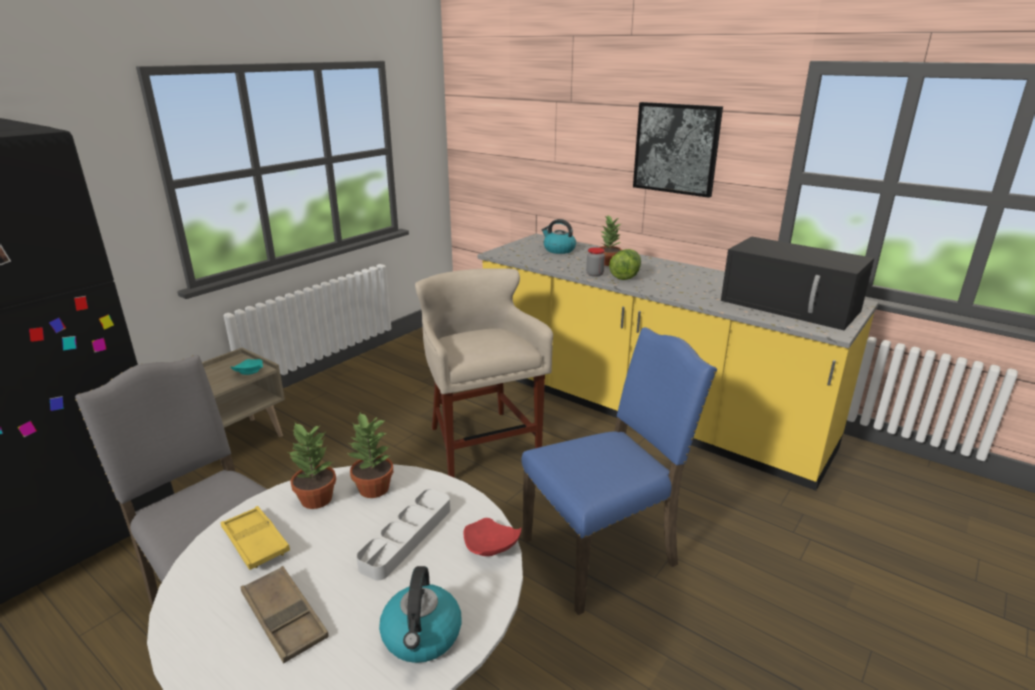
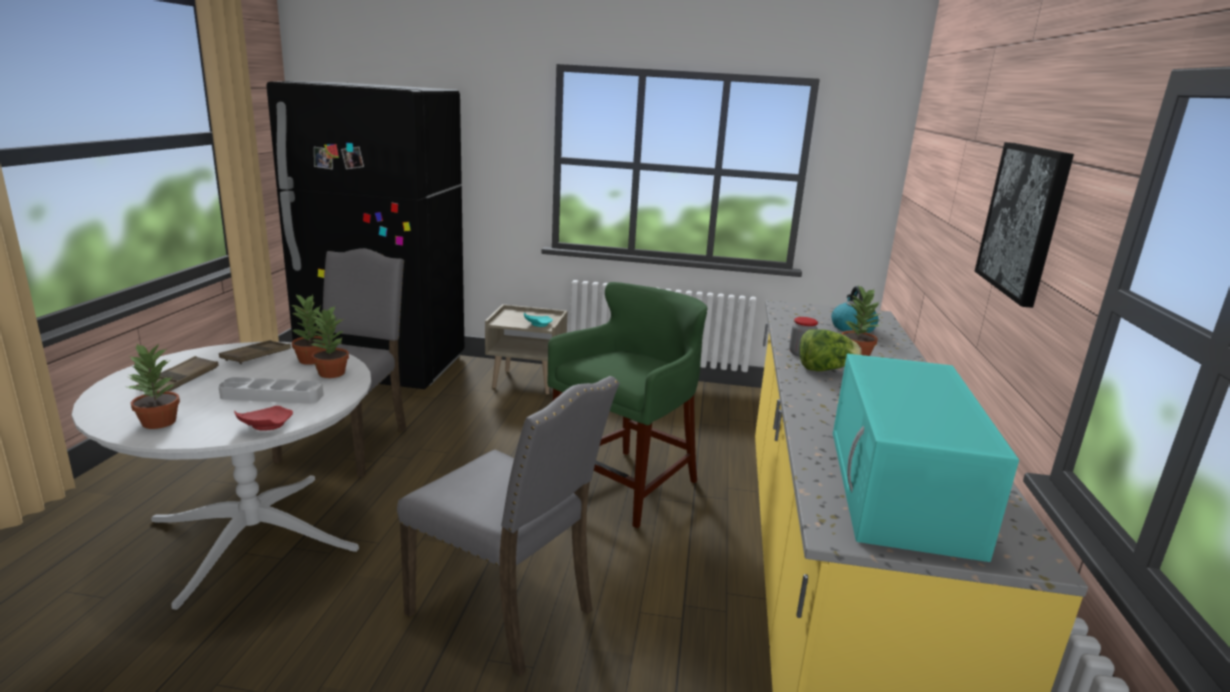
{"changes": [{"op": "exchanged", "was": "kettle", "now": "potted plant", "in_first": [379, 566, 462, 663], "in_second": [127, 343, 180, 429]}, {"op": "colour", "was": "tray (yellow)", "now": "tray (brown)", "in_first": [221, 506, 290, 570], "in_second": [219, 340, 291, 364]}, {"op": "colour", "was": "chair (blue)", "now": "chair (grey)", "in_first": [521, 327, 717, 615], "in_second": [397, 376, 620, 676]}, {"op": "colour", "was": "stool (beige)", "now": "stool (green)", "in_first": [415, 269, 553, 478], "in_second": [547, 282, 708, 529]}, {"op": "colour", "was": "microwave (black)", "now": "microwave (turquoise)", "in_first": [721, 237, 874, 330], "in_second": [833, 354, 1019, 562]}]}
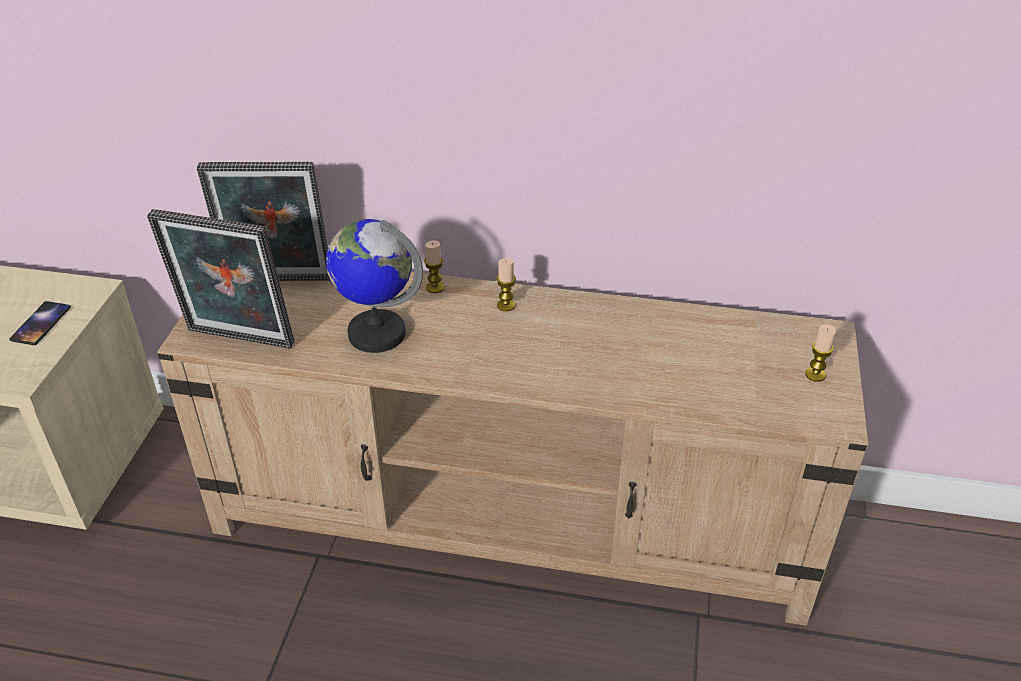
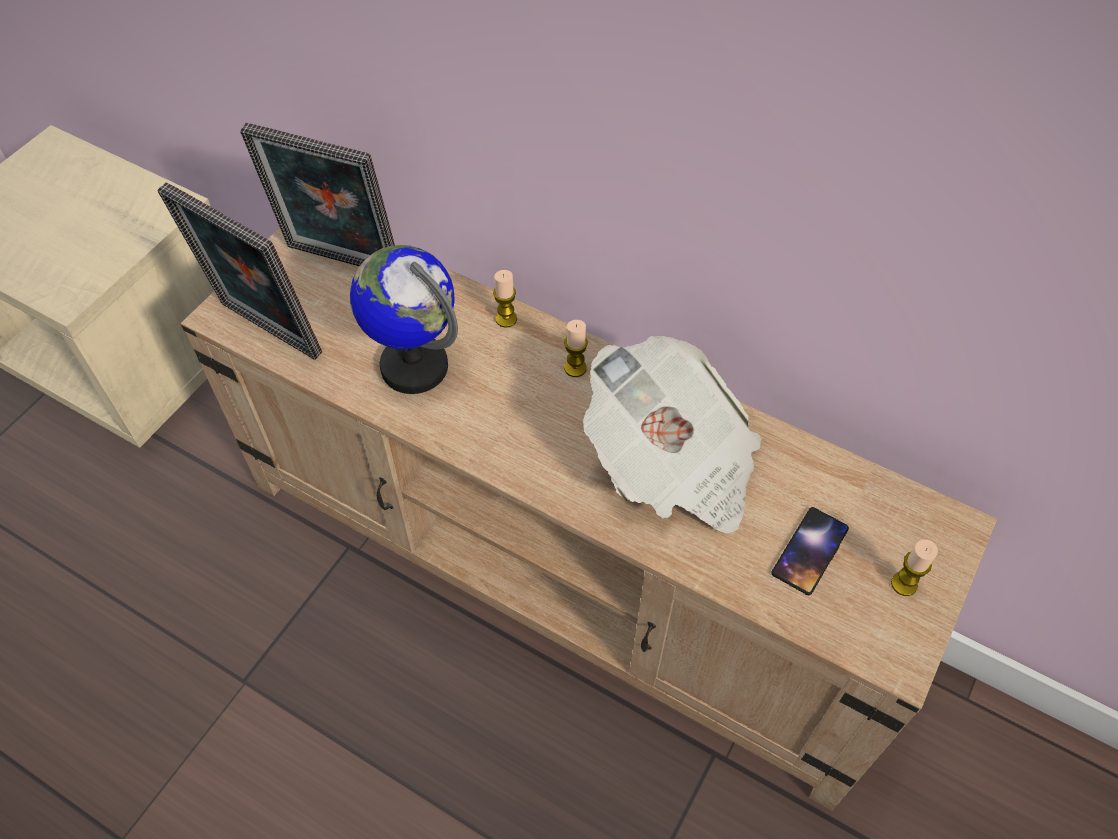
{"changes": [{"op": "appeared", "now": "newspaper", "in_second": [583, 336, 762, 533]}, {"op": "relocated", "was": "phone", "in_first": [9, 301, 71, 345], "in_second": [771, 507, 849, 595]}]}
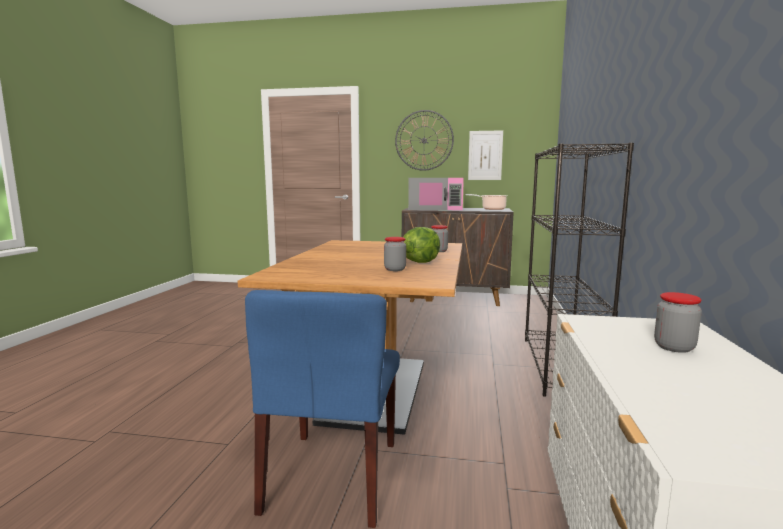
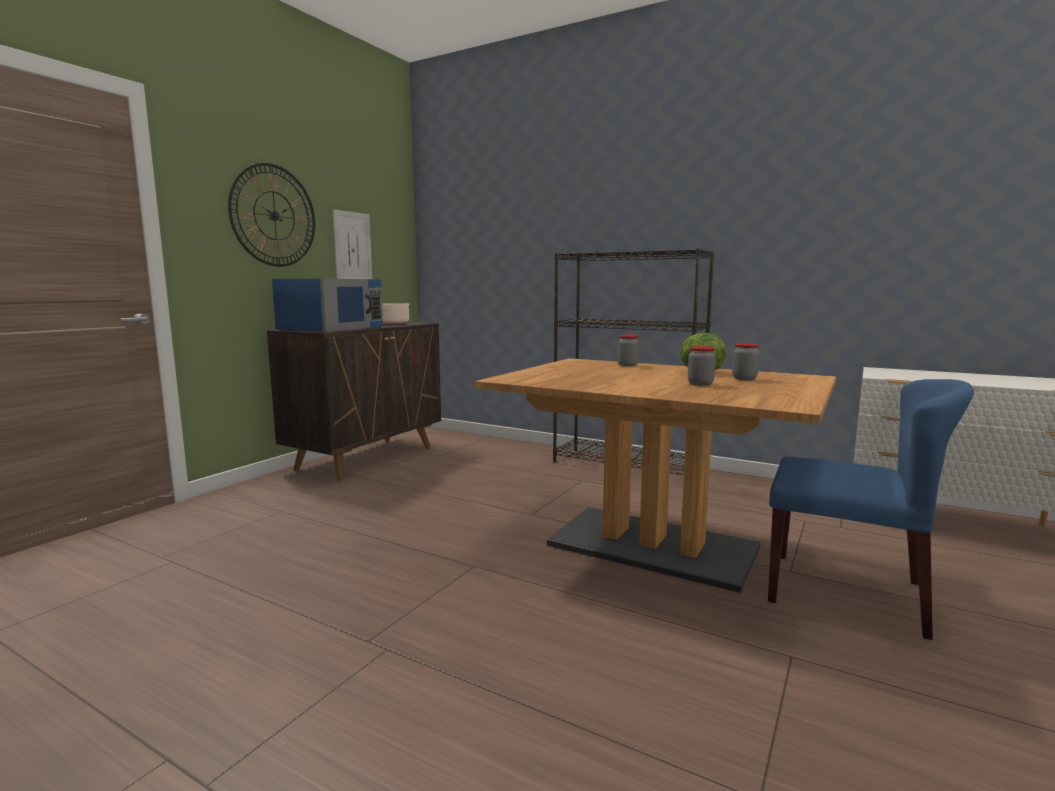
{"changes": [{"op": "colour", "was": "microwave (pink)", "now": "microwave (blue)", "in_first": [408, 178, 464, 210], "in_second": [272, 279, 383, 332]}, {"op": "relocated", "was": "jar", "in_first": [654, 292, 702, 353], "in_second": [688, 346, 716, 386]}]}
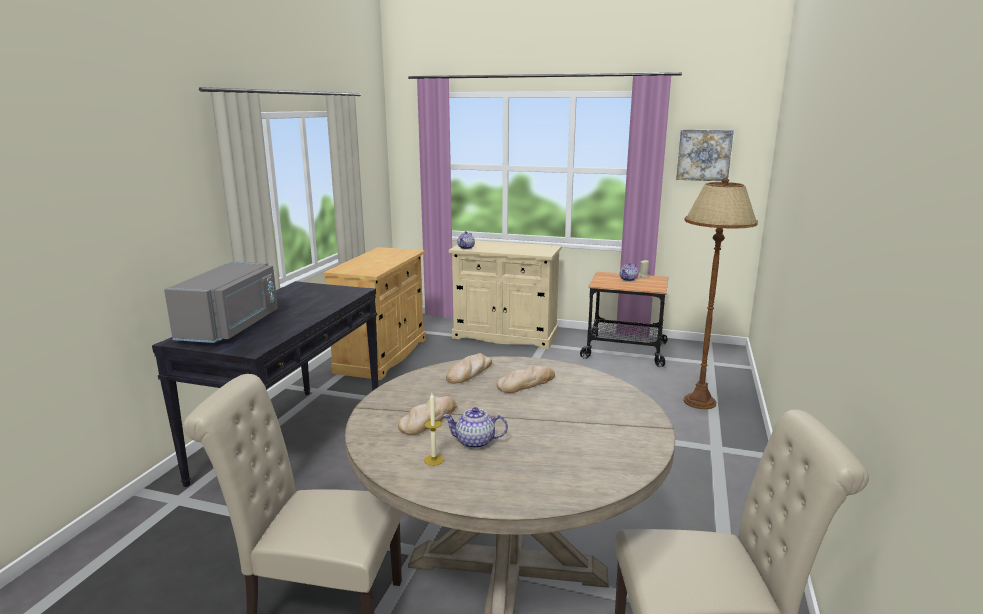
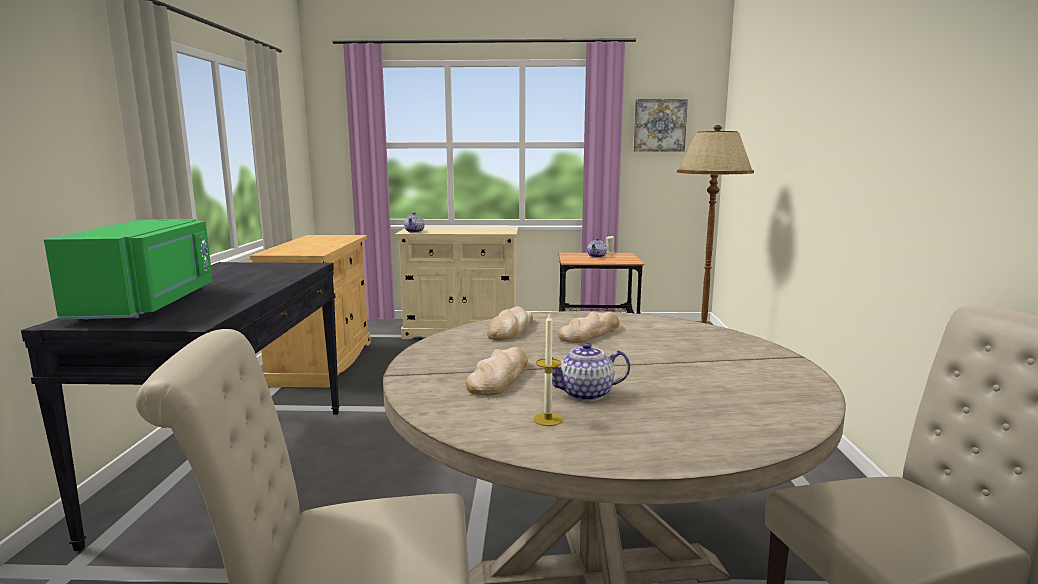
{"changes": [{"op": "colour", "was": "microwave (grey)", "now": "microwave (green)", "in_first": [164, 261, 278, 343], "in_second": [44, 219, 213, 320]}]}
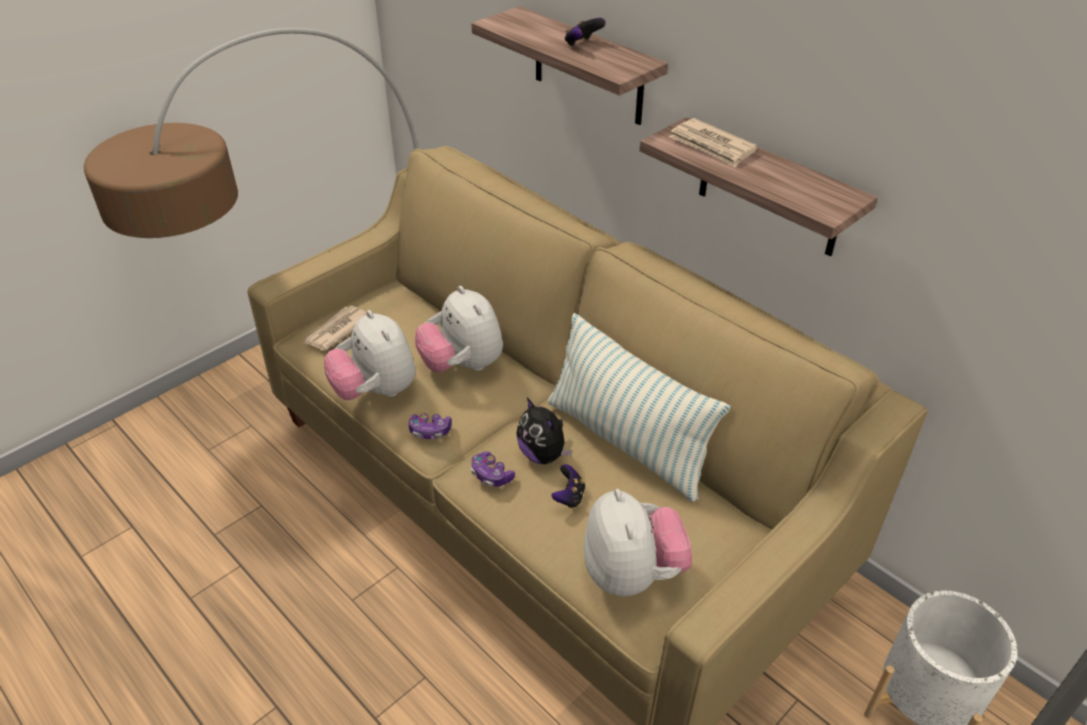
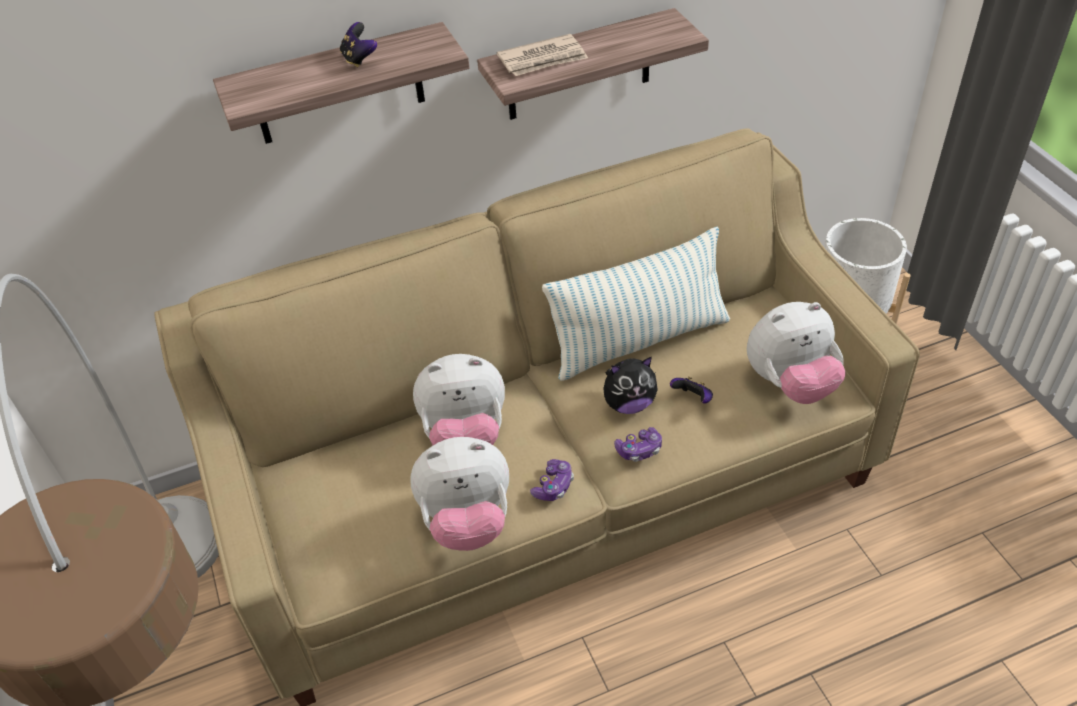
{"changes": [{"op": "spun", "was": "plush toy", "in_first": [584, 489, 692, 596], "in_second": [747, 302, 845, 404], "clockwise": 150}, {"op": "missing", "was": "newspaper", "in_first": [303, 306, 367, 351]}]}
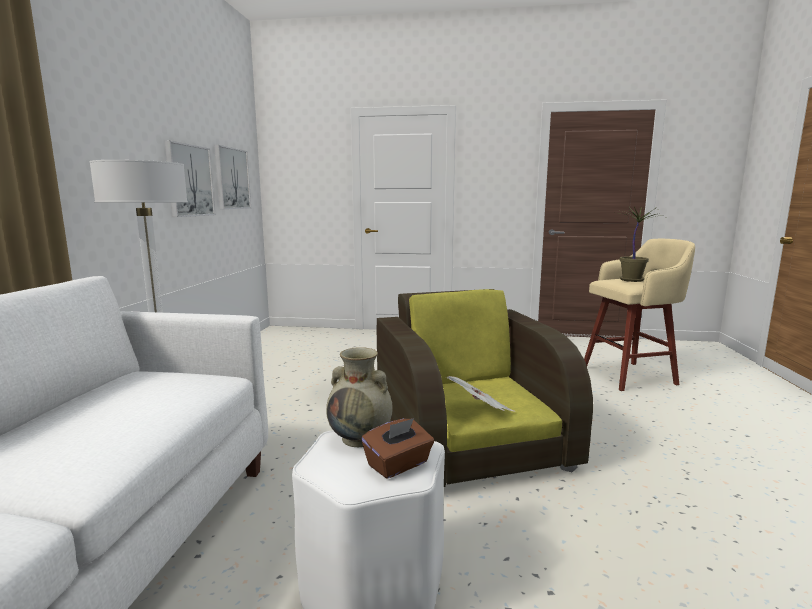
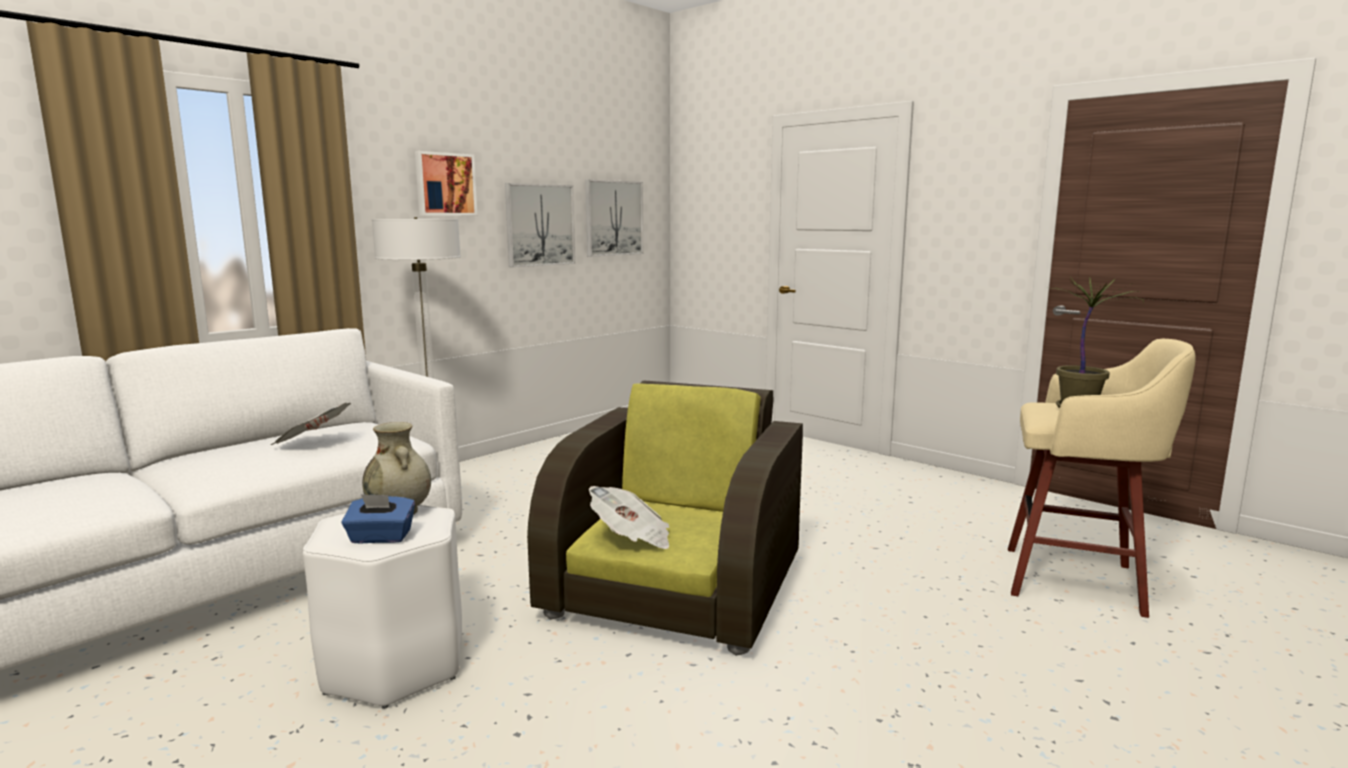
{"changes": [{"op": "appeared", "now": "newspaper", "in_second": [271, 402, 351, 445]}, {"op": "colour", "was": "tissue box (brown)", "now": "tissue box (blue)", "in_first": [361, 418, 434, 479], "in_second": [342, 494, 415, 543]}, {"op": "appeared", "now": "picture", "in_second": [415, 151, 477, 216]}]}
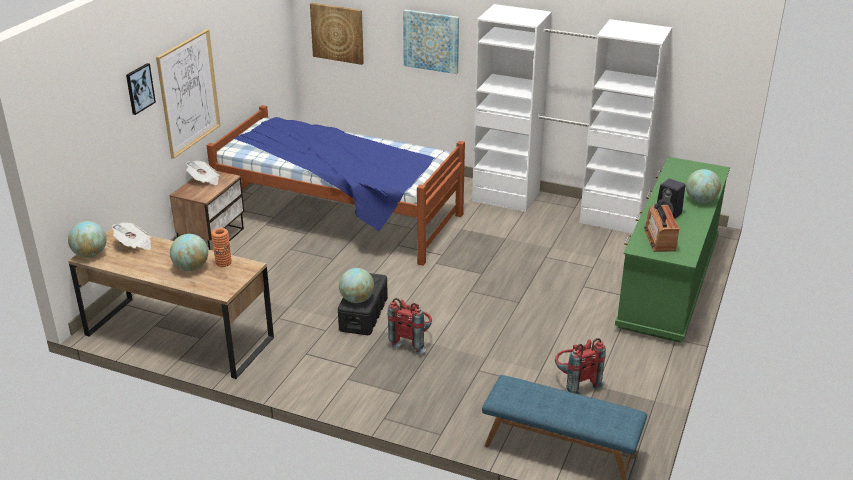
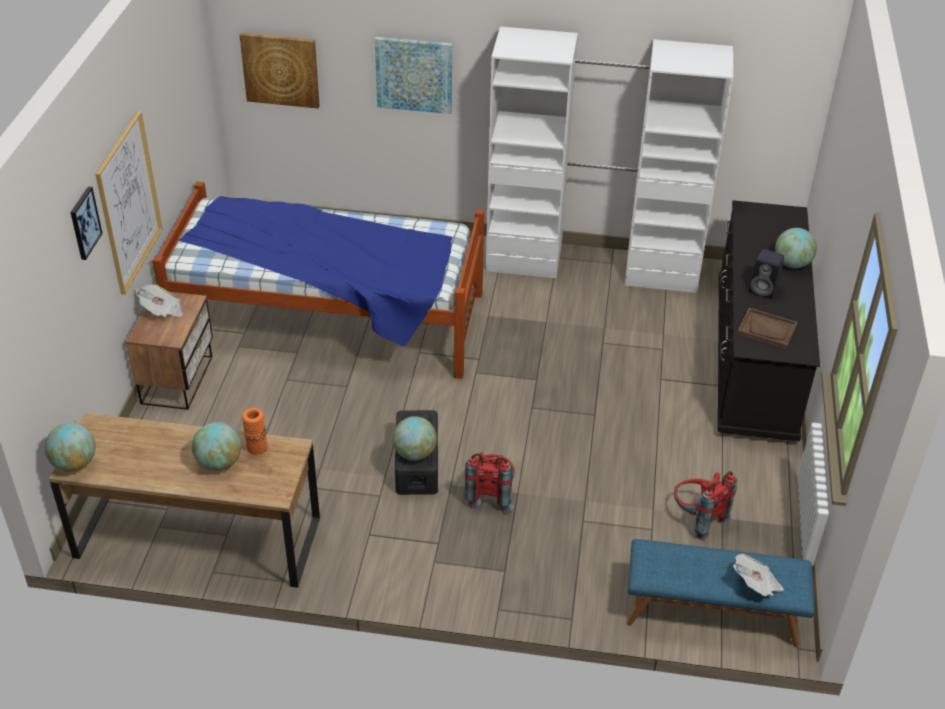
{"changes": [{"op": "colour", "was": "dresser (green)", "now": "dresser (black)", "in_first": [615, 157, 730, 343], "in_second": [718, 200, 820, 441]}, {"op": "relocated", "was": "newspaper", "in_first": [112, 222, 151, 250], "in_second": [733, 554, 784, 597]}, {"op": "exchanged", "was": "radio", "now": "tray (brown)", "in_first": [644, 201, 679, 252], "in_second": [737, 308, 798, 349]}]}
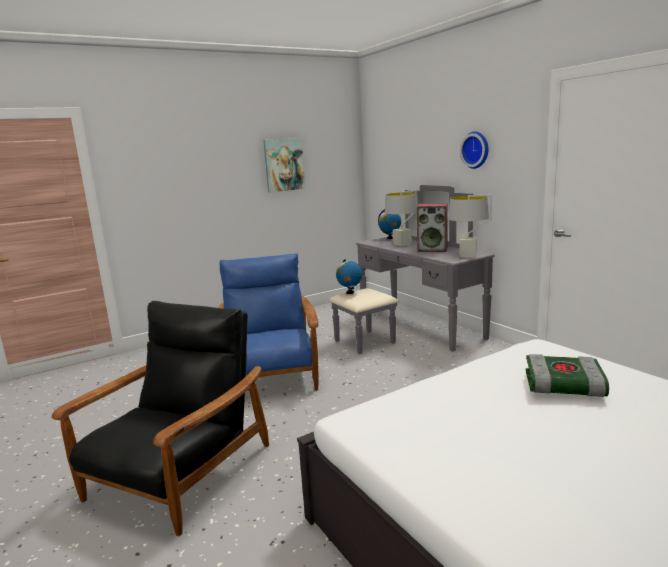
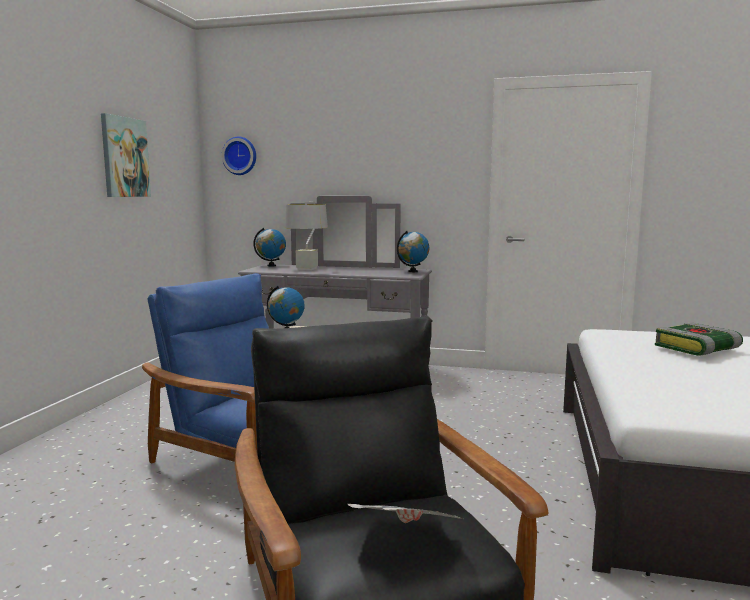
{"changes": [{"op": "relocated", "was": "wall clock", "in_first": [460, 131, 488, 169], "in_second": [222, 136, 256, 175]}, {"op": "appeared", "now": "newspaper", "in_second": [348, 504, 463, 523]}, {"op": "exchanged", "was": "table lamp (grey)", "now": "globe", "in_first": [448, 194, 492, 257], "in_second": [397, 231, 429, 272]}, {"op": "missing", "was": "speaker", "in_first": [417, 203, 447, 252]}]}
